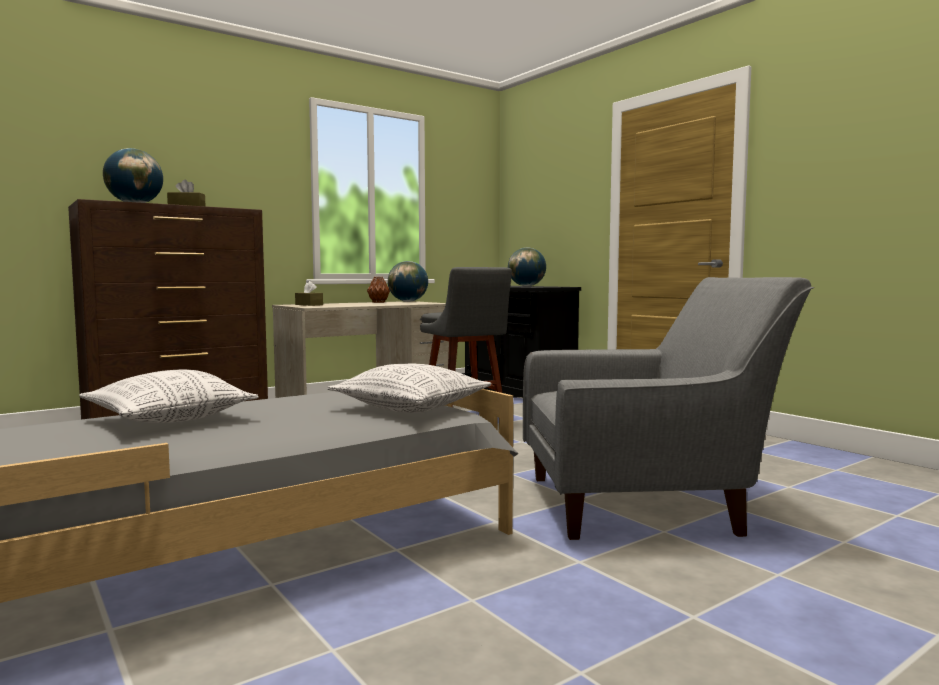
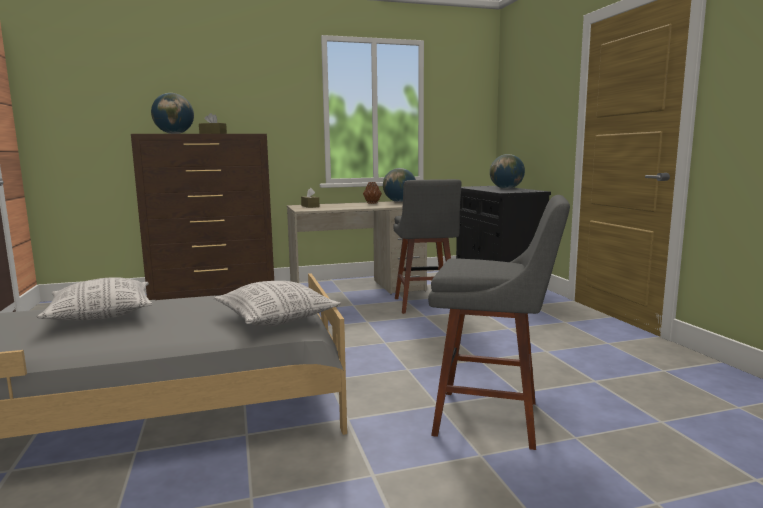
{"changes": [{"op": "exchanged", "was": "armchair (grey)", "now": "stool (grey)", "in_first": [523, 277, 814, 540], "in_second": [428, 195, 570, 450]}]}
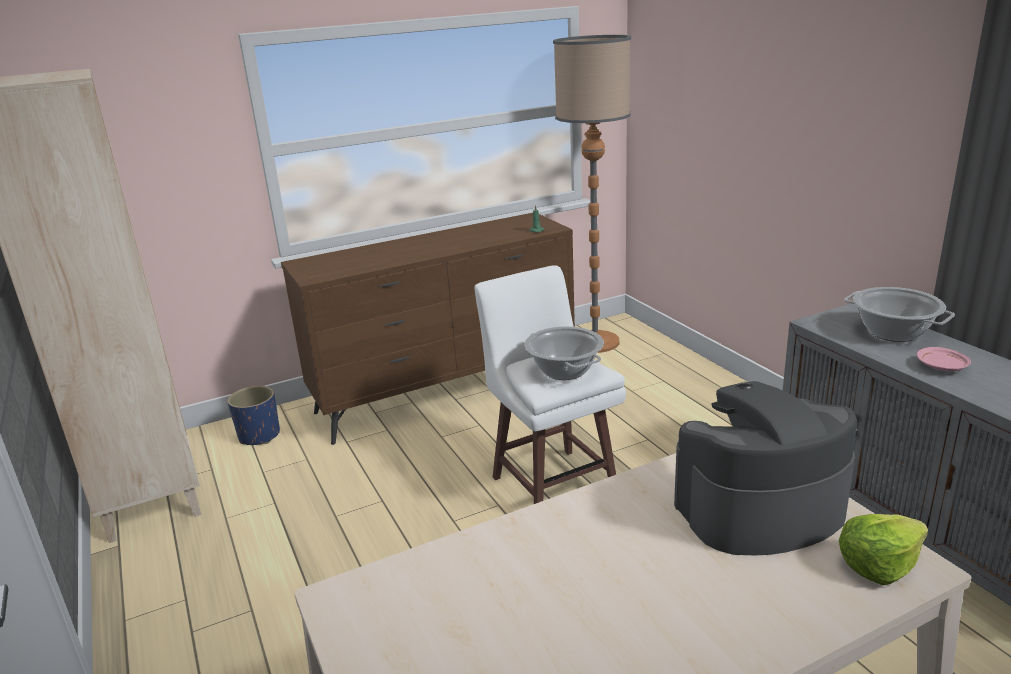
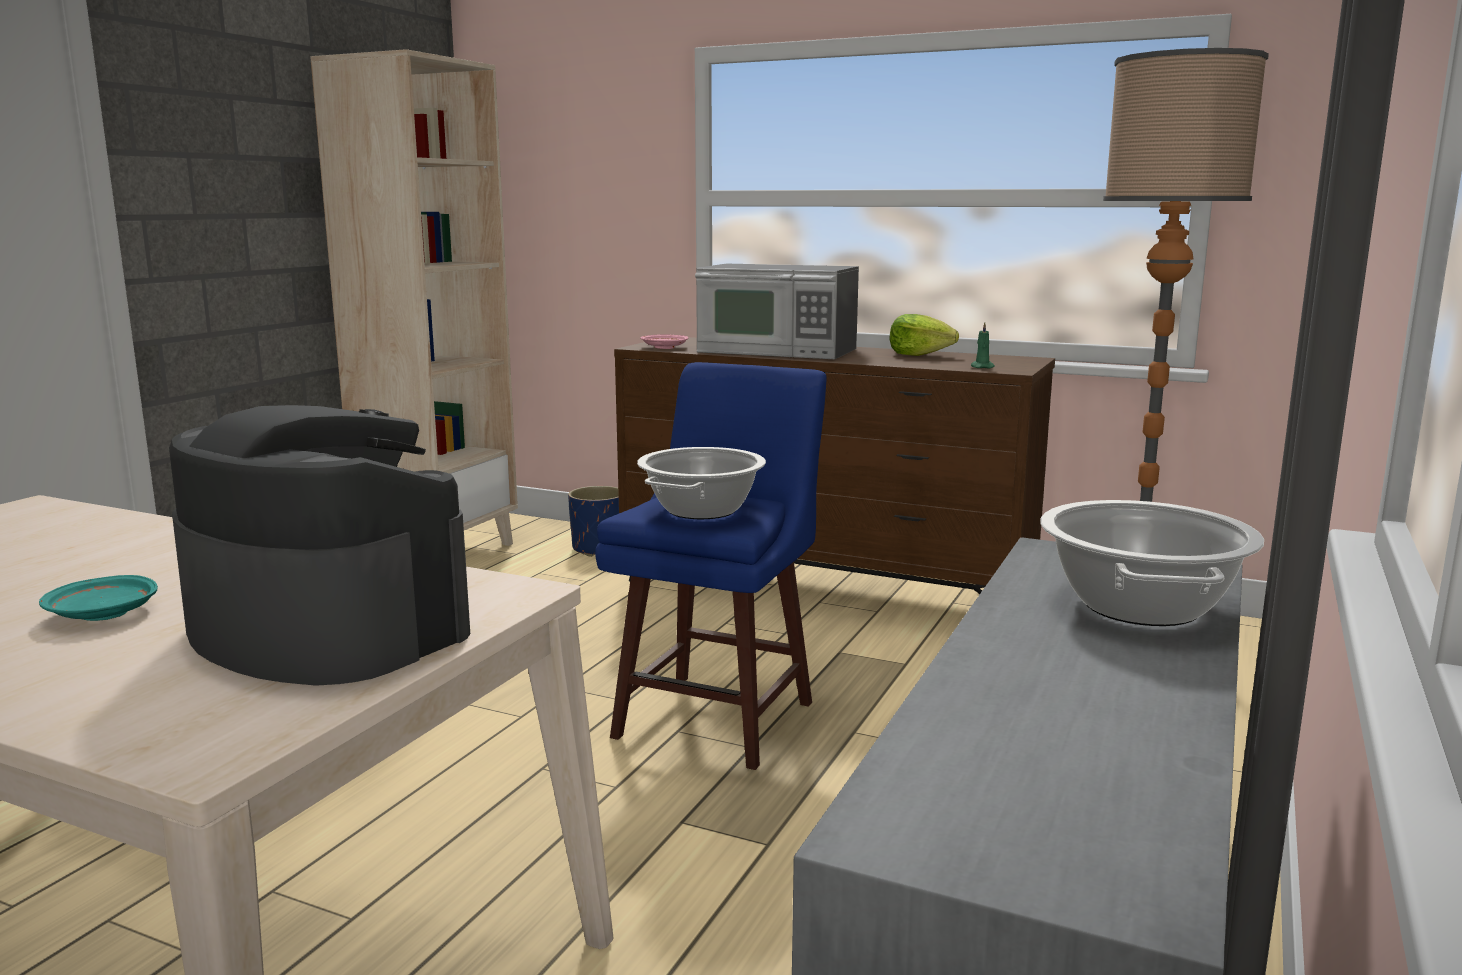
{"changes": [{"op": "appeared", "now": "plate (turquoise)", "in_second": [39, 575, 158, 621]}, {"op": "colour", "was": "stool (white)", "now": "stool (blue)", "in_first": [474, 265, 626, 504], "in_second": [595, 362, 827, 770]}, {"op": "relocated", "was": "plate (pink)", "in_first": [917, 347, 971, 371], "in_second": [640, 334, 688, 349]}, {"op": "appeared", "now": "microwave", "in_second": [695, 264, 859, 359]}, {"op": "relocated", "was": "lettuce", "in_first": [839, 514, 928, 585], "in_second": [889, 314, 959, 356]}]}
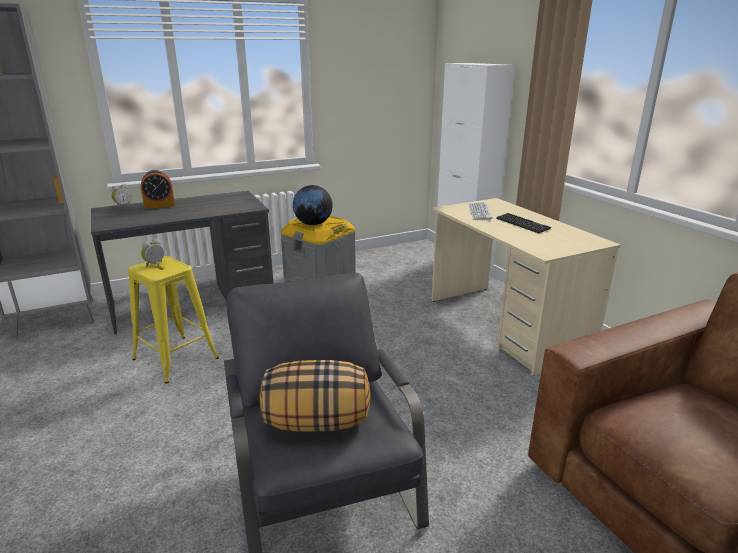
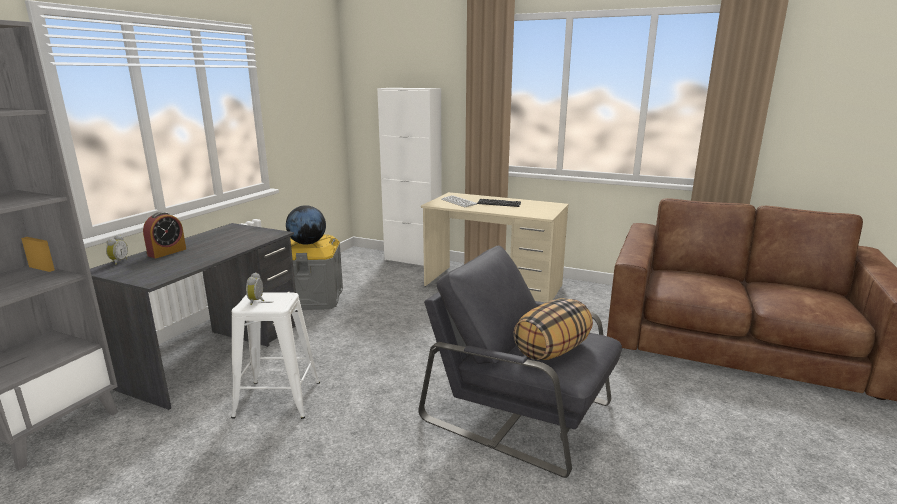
{"changes": [{"op": "colour", "was": "stool (yellow)", "now": "stool (white)", "in_first": [128, 256, 219, 383], "in_second": [231, 292, 320, 419]}]}
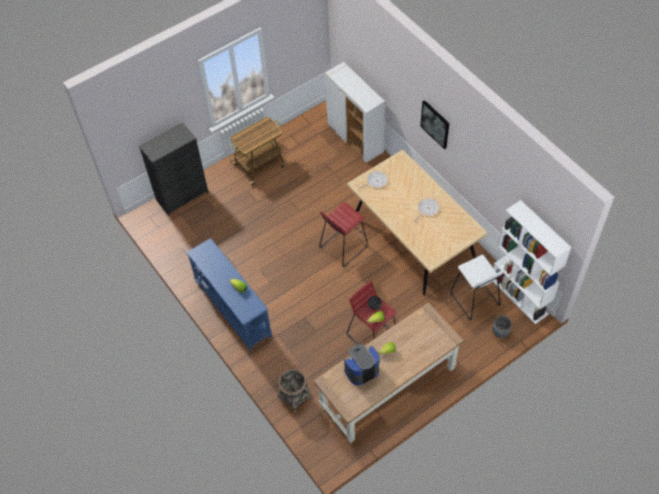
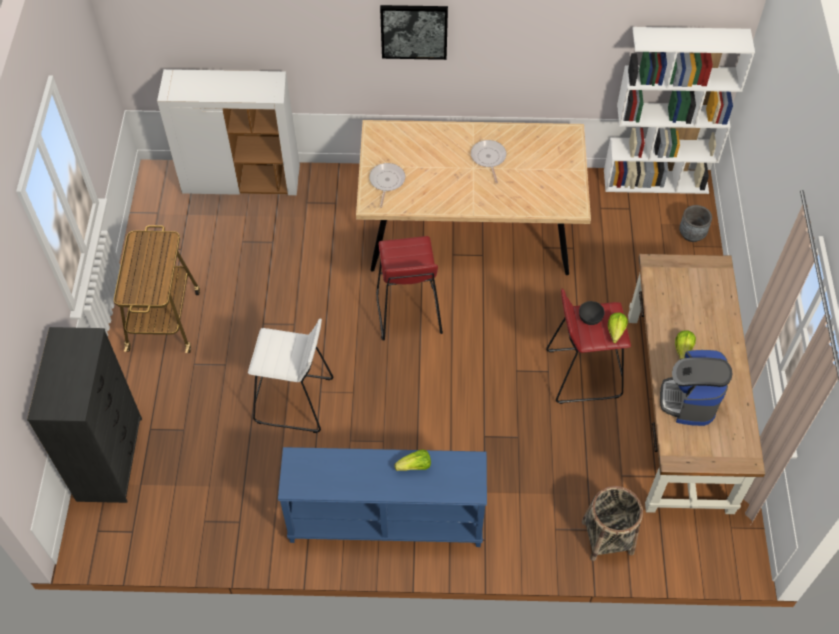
{"changes": [{"op": "relocated", "was": "stool (white)", "in_first": [451, 255, 505, 320], "in_second": [248, 318, 333, 433]}]}
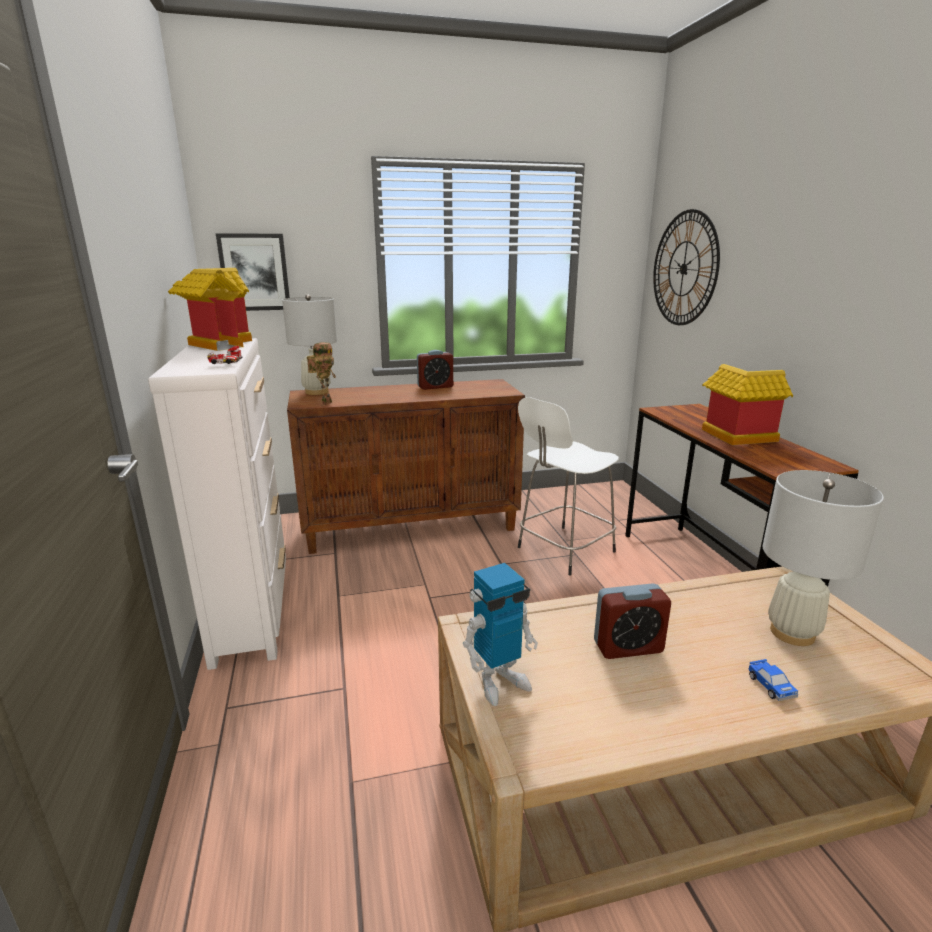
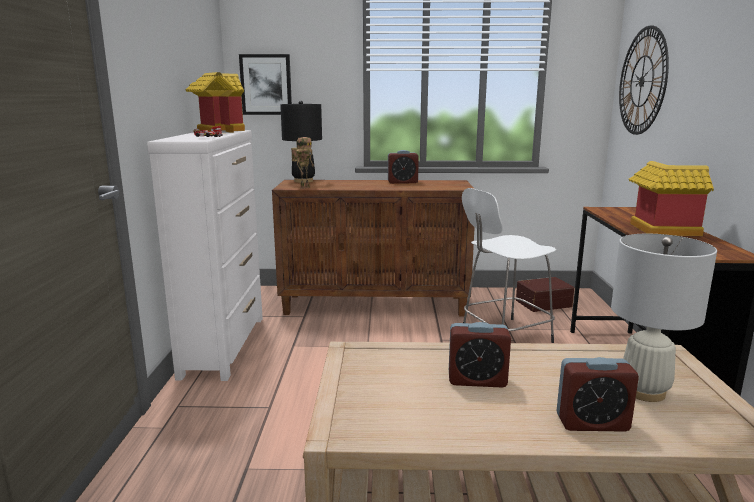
{"changes": [{"op": "colour", "was": "table lamp (white)", "now": "table lamp (black)", "in_first": [282, 294, 337, 395], "in_second": [280, 101, 322, 183]}, {"op": "appeared", "now": "storage box (brown)", "in_second": [516, 277, 574, 312]}, {"op": "exchanged", "was": "toy car", "now": "alarm clock", "in_first": [749, 659, 798, 701], "in_second": [556, 357, 639, 431]}, {"op": "missing", "was": "toy robot", "in_first": [463, 563, 538, 706]}]}
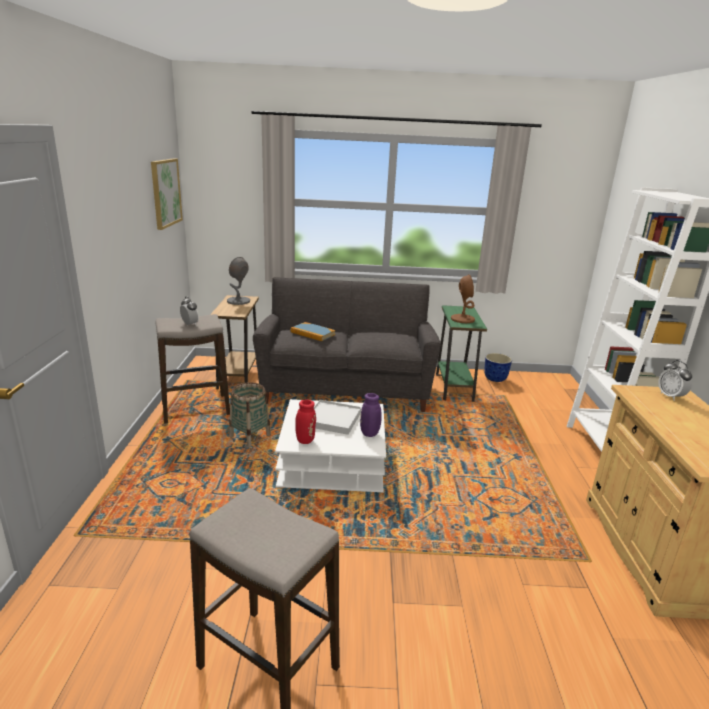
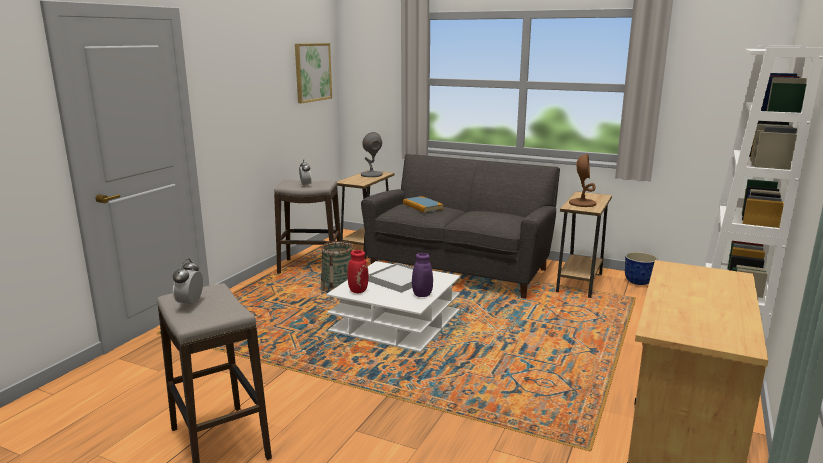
{"changes": [{"op": "relocated", "was": "alarm clock", "in_first": [659, 360, 692, 400], "in_second": [173, 258, 203, 308]}, {"op": "colour", "was": "side table (green)", "now": "side table (brown)", "in_first": [436, 305, 487, 402], "in_second": [556, 191, 612, 298]}]}
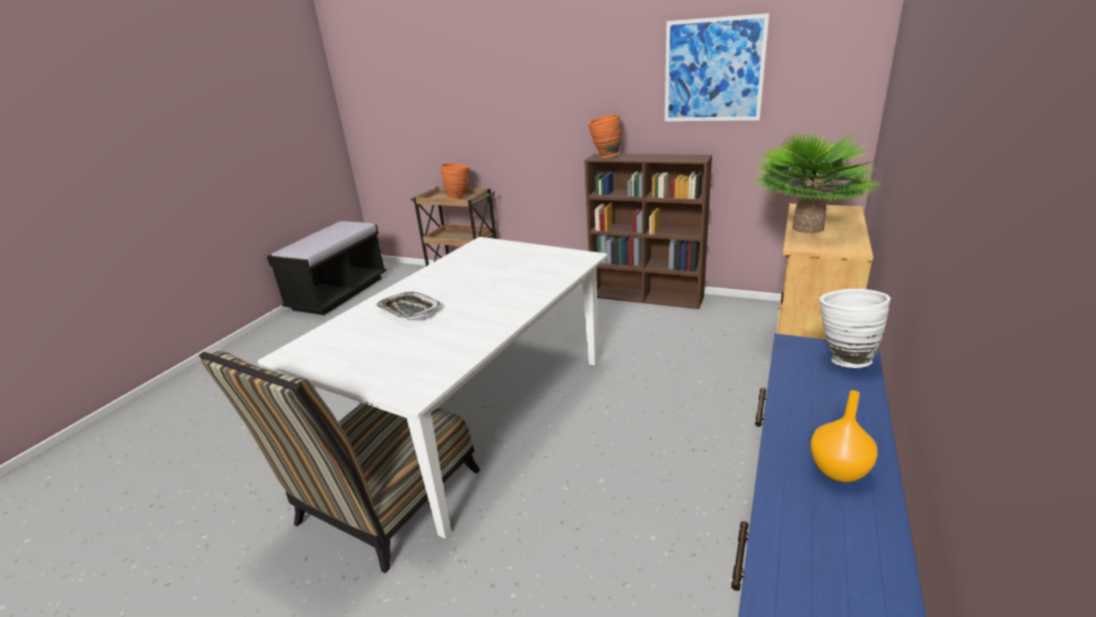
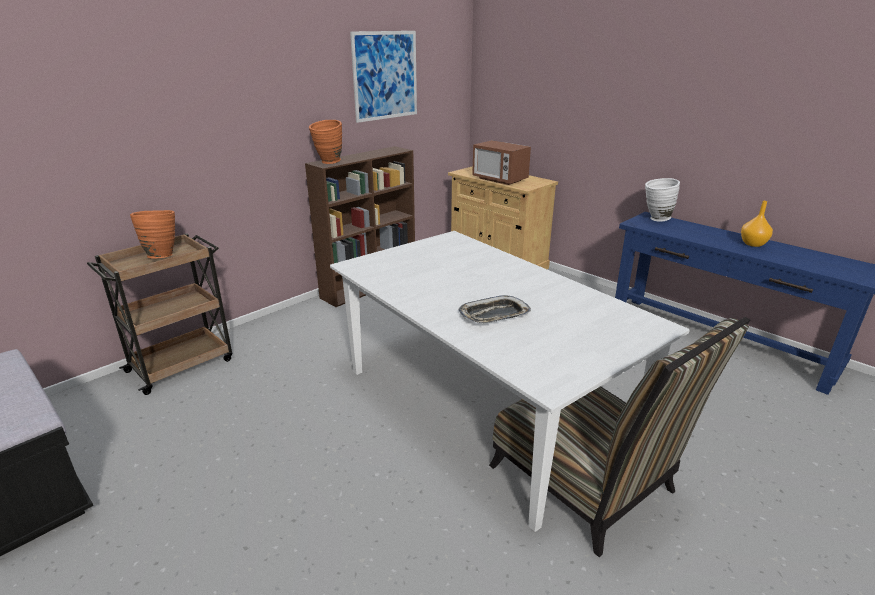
{"changes": [{"op": "exchanged", "was": "potted plant", "now": "microwave", "in_first": [753, 131, 883, 233], "in_second": [472, 140, 531, 185]}]}
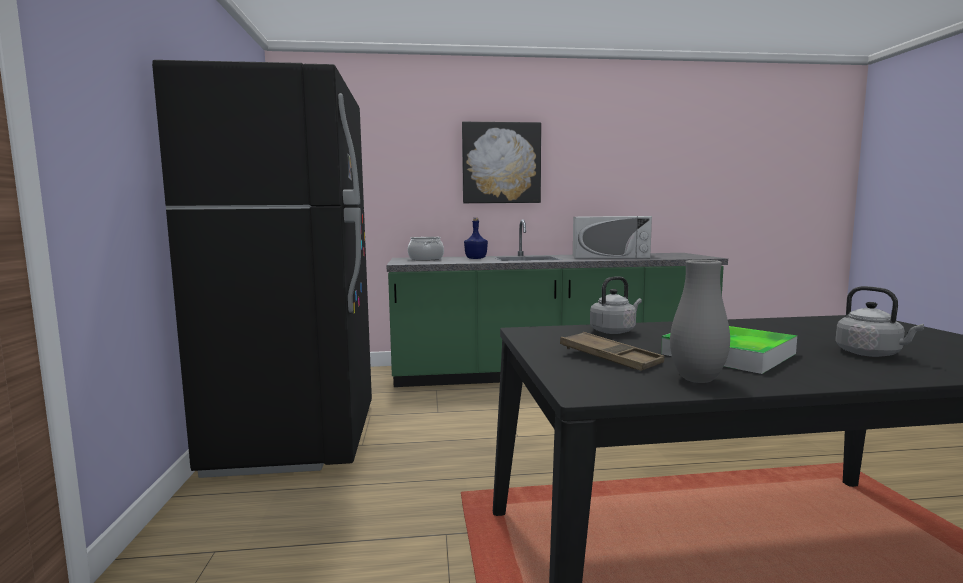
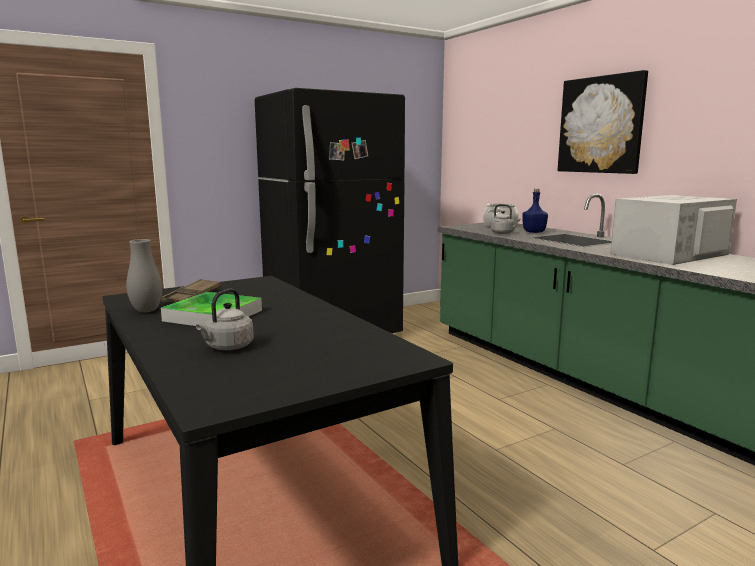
{"changes": [{"op": "relocated", "was": "kettle (grey)", "in_first": [590, 276, 642, 334], "in_second": [491, 204, 520, 234]}, {"op": "spun", "was": "microwave (white)", "in_first": [573, 216, 652, 259], "in_second": [610, 195, 737, 265], "clockwise": 75}]}
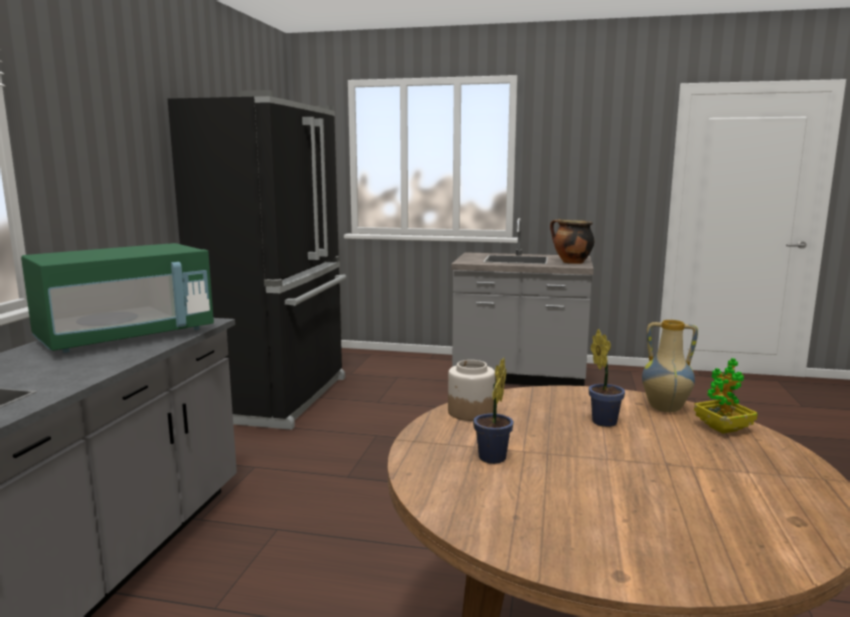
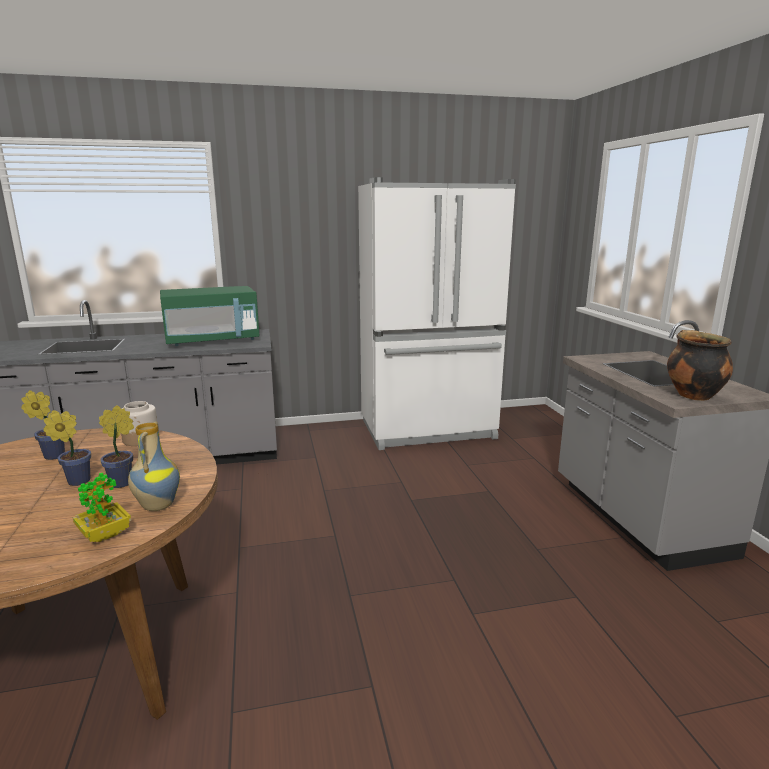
{"changes": [{"op": "appeared", "now": "potted plant", "in_second": [43, 410, 91, 486]}, {"op": "spun", "was": "microwave (green)", "in_first": [21, 243, 214, 353], "in_second": [160, 286, 259, 346], "clockwise": -45}, {"op": "colour", "was": "fridge (black)", "now": "fridge (white)", "in_first": [168, 90, 346, 430], "in_second": [358, 177, 516, 450]}]}
